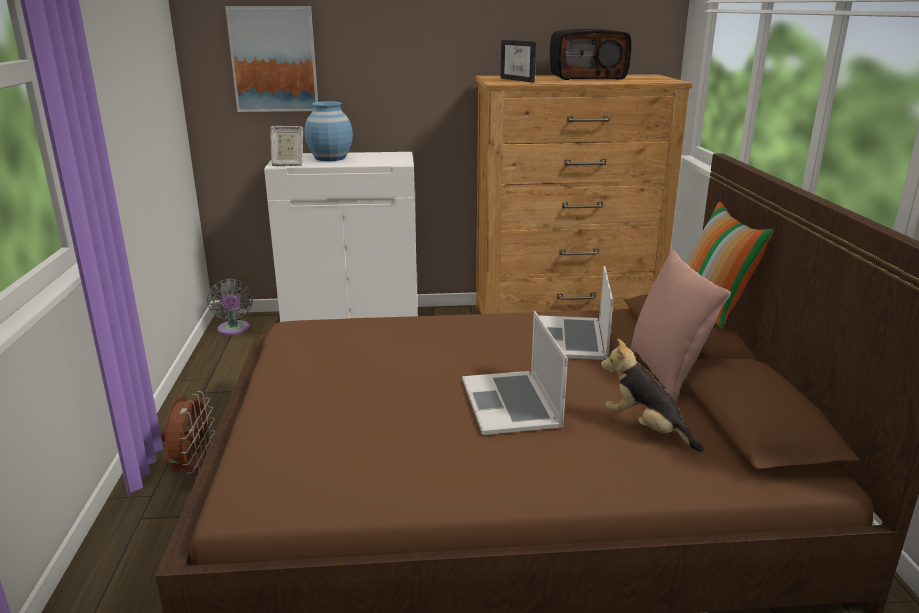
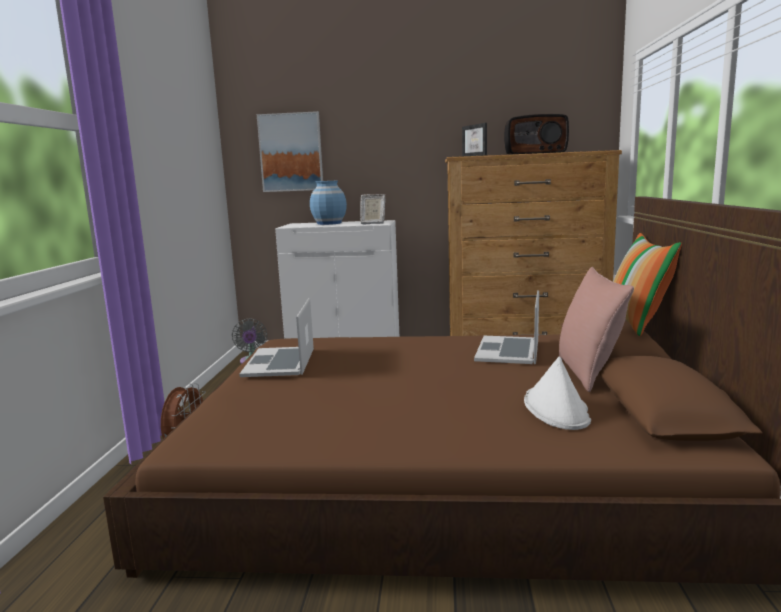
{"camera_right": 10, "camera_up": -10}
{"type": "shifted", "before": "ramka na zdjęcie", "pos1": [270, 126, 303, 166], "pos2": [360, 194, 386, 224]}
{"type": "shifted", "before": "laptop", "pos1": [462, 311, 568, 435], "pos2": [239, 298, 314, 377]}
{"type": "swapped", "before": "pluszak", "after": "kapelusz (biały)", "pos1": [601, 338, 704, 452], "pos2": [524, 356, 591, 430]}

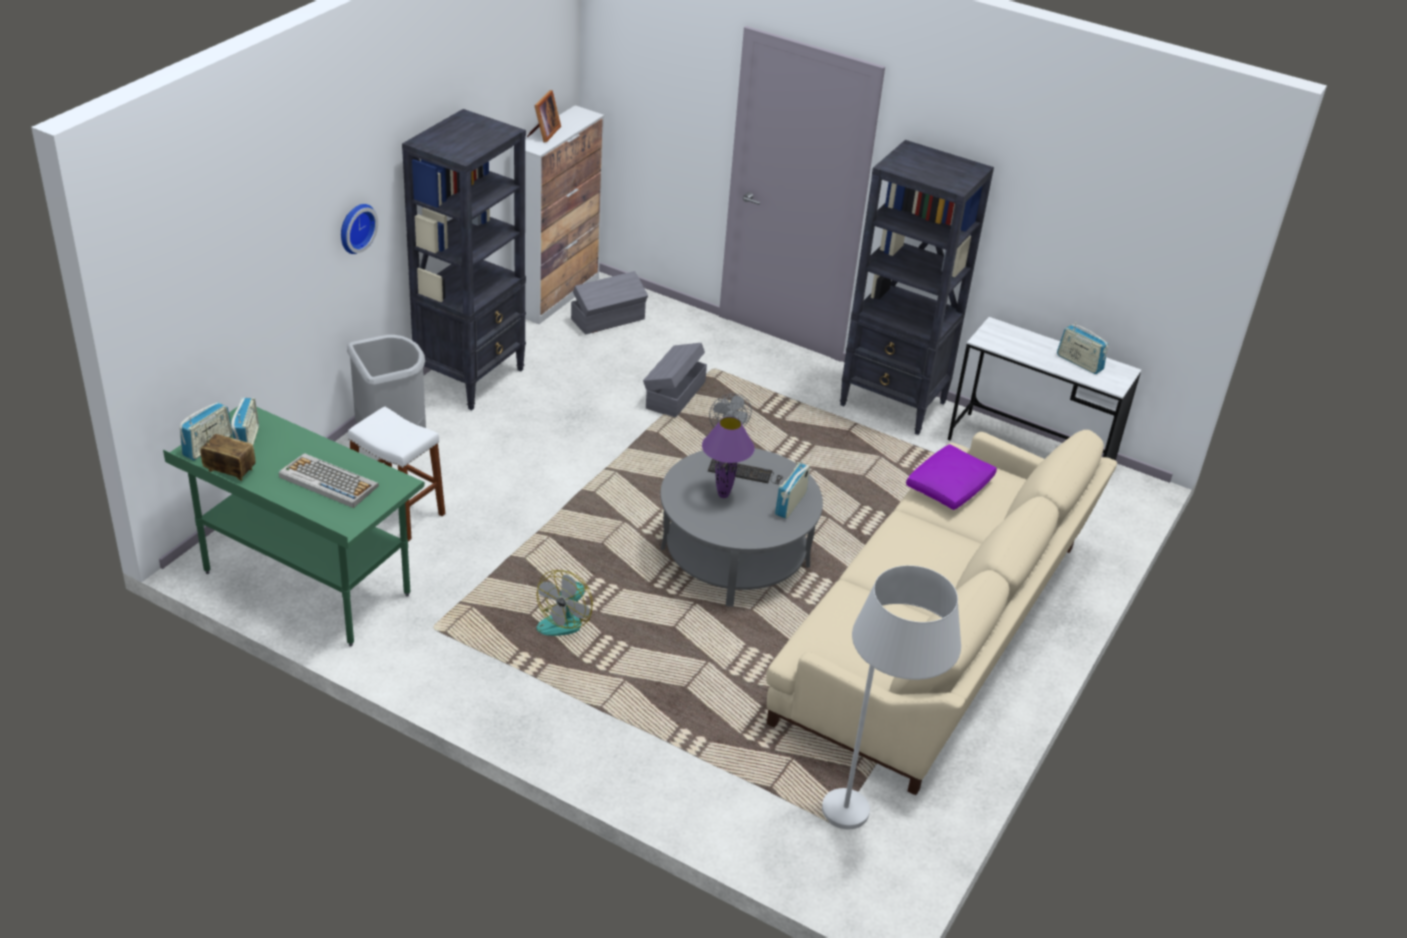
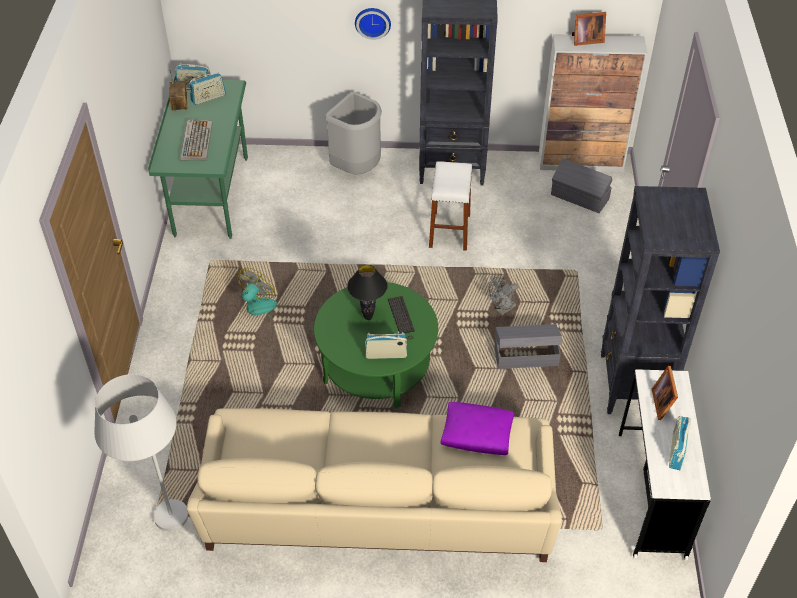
{"camera_right": 65, "camera_up": 10}
{"type": "shifted", "before": "stołek (biały)", "pos1": [348, 406, 445, 541], "pos2": [429, 161, 472, 251]}
{"type": "rotated", "before": "wentylator", "pos1": [537, 570, 593, 636], "pos2": [237, 268, 277, 323], "turn": 120}
{"type": "shifted", "before": "pojemnik do przechowywania (szary)", "pos1": [643, 343, 707, 417], "pos2": [495, 324, 562, 369]}
{"type": "repainted", "before": "ława (szary)", "after": "ława (zielony)", "pos1": [660, 448, 823, 607], "pos2": [314, 282, 438, 408]}
{"type": "repainted", "before": "lampa stołowa (fioletowy)", "after": "lampa stołowa (czarny)", "pos1": [702, 417, 755, 498], "pos2": [347, 265, 388, 320]}
{"type": "new", "after": "ramka na zdjęcie", "pos2": [652, 366, 678, 420]}

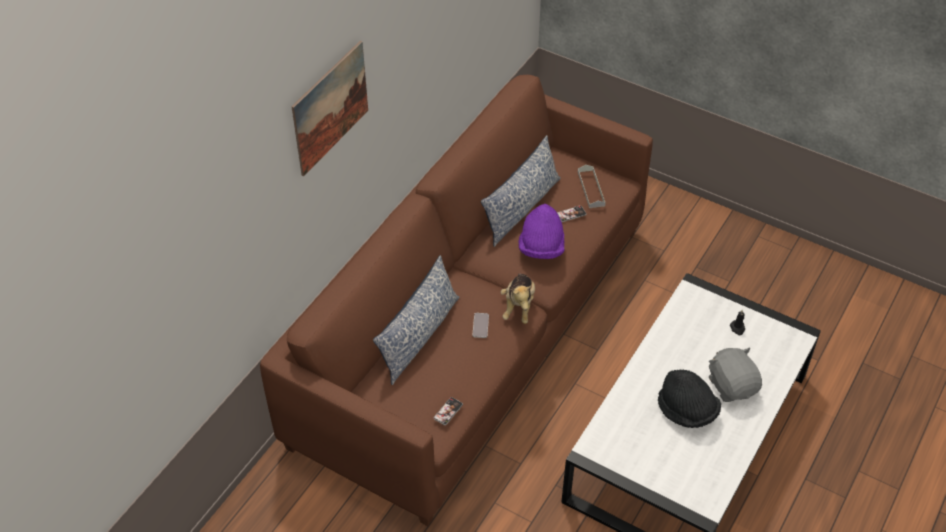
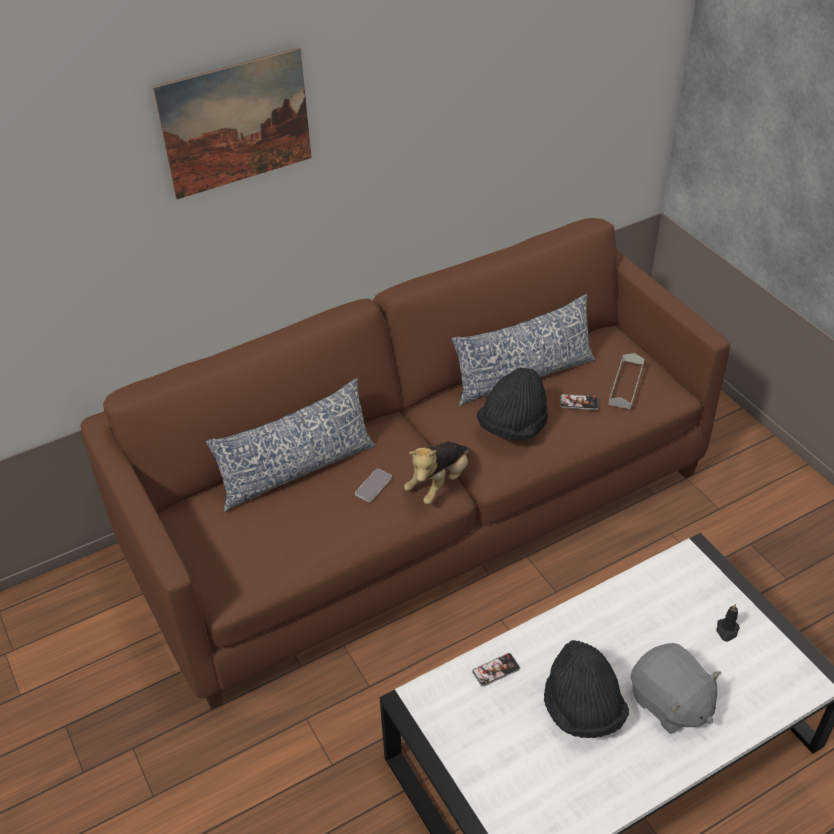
{"camera_right": 30, "camera_up": -5}
{"type": "shifted", "before": "telefon", "pos1": [434, 397, 463, 425], "pos2": [472, 653, 520, 687]}
{"type": "repainted", "before": "kapelusz (fioletowy)", "after": "kapelusz (czarny)", "pos1": [518, 204, 565, 259], "pos2": [477, 368, 548, 441]}
{"type": "rotated", "before": "pluszak (szary)", "pos1": [709, 347, 762, 402], "pos2": [630, 643, 721, 734], "turn": 135}

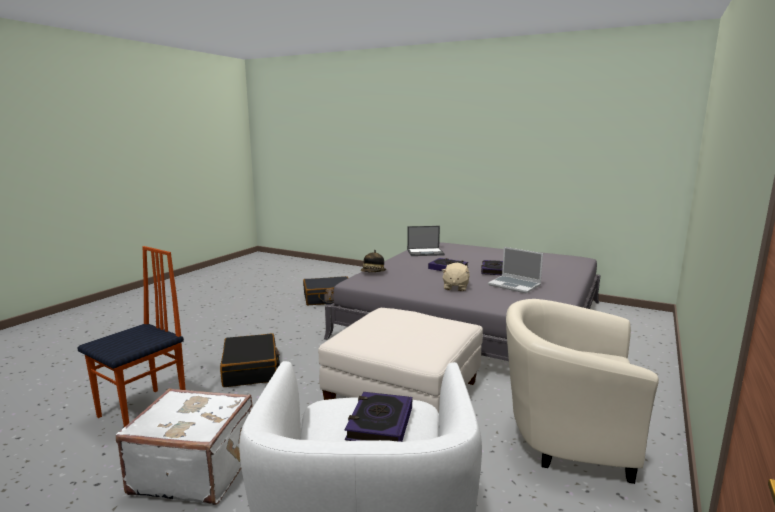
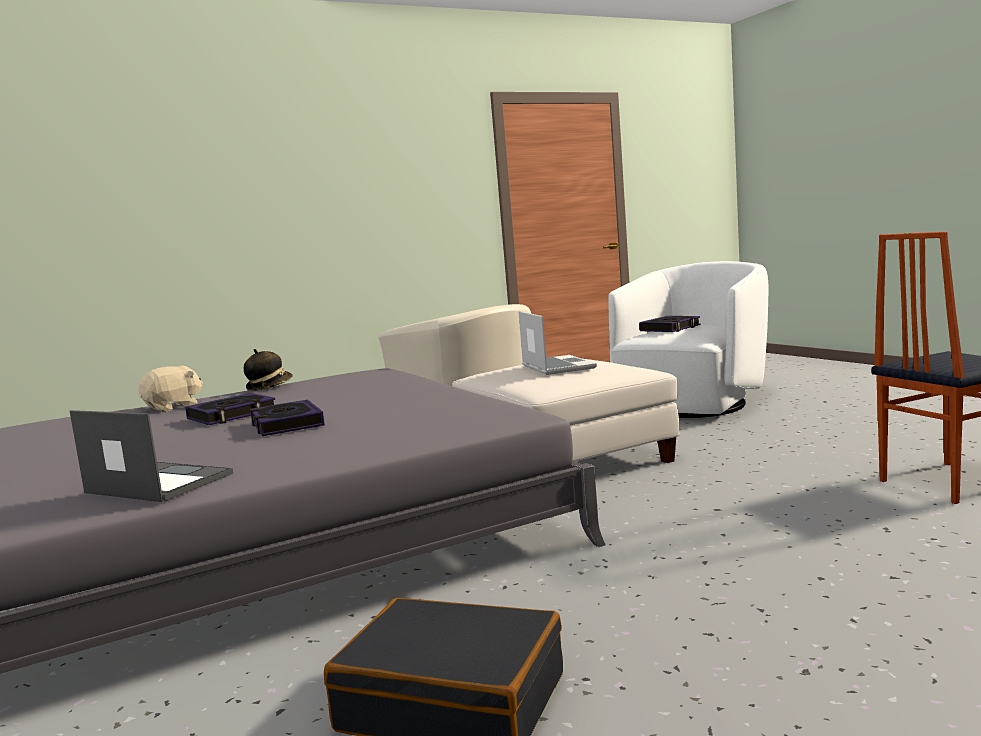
{"camera_right": -145, "camera_up": -5}
{"type": "gone", "before": "walizka (biały)", "pos1": [116, 388, 252, 505]}
{"type": "gone", "before": "walizka (czarny)", "pos1": [220, 333, 280, 387]}
{"type": "shifted", "before": "kapelusz", "pos1": [361, 250, 386, 272], "pos2": [244, 349, 293, 391]}
{"type": "shifted", "before": "pluszak (beżowy)", "pos1": [441, 263, 470, 291], "pos2": [138, 365, 203, 412]}
{"type": "shifted", "before": "laptop", "pos1": [488, 247, 543, 293], "pos2": [519, 311, 597, 375]}

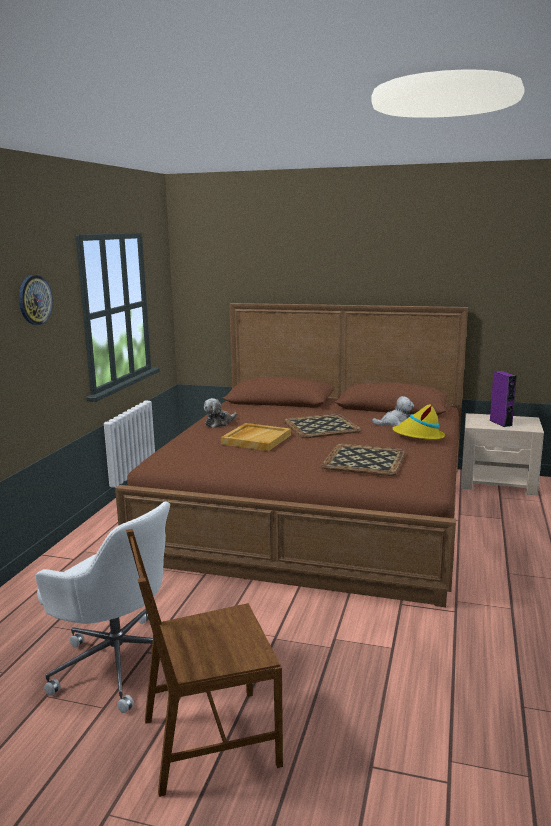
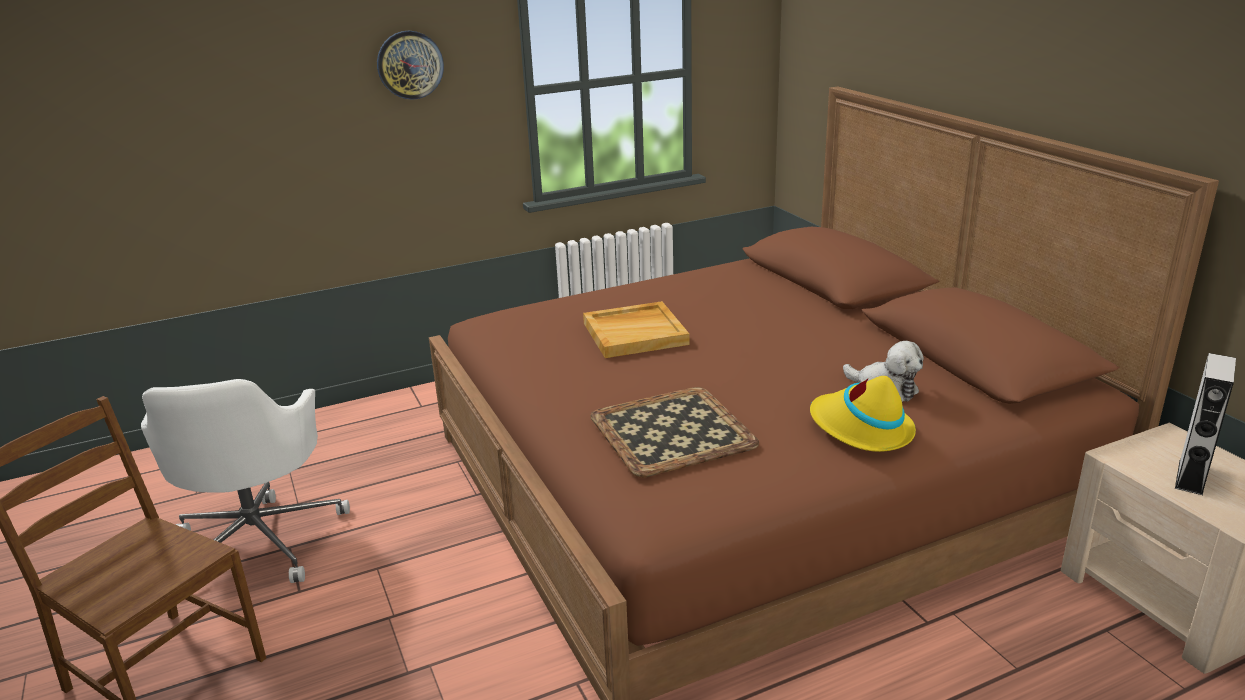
{"camera_right": 50, "camera_up": 10}
{"type": "gone", "before": "pluszak", "pos1": [204, 398, 237, 428]}
{"type": "gone", "before": "taca", "pos1": [283, 414, 361, 438]}
{"type": "repainted", "before": "głośnik (fioletowy)", "after": "głośnik (szary)", "pos1": [489, 371, 517, 427], "pos2": [1175, 353, 1236, 495]}

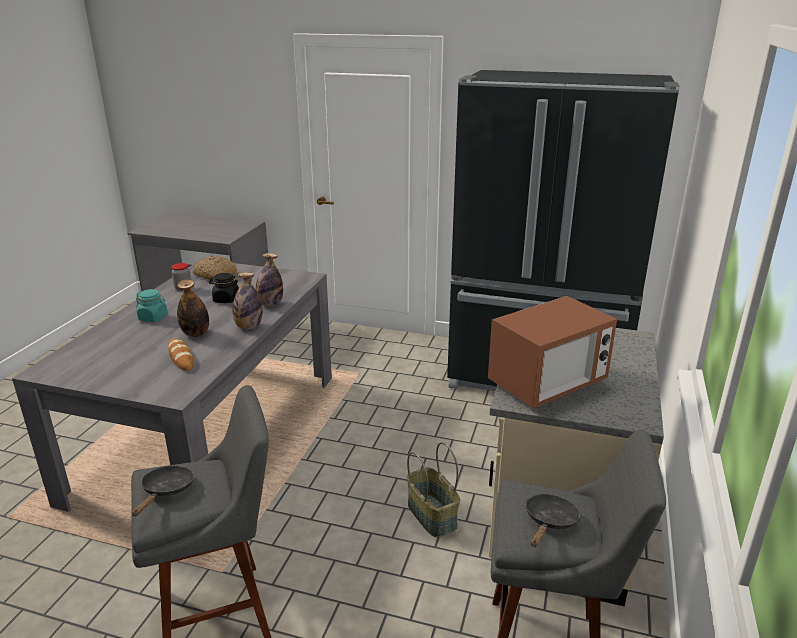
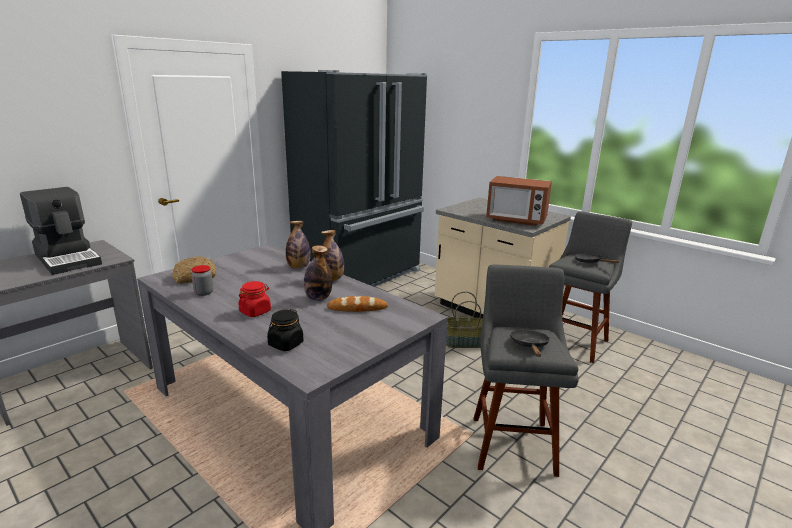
{"camera_right": -65, "camera_up": -5}
{"type": "rotated", "before": "patelnia (czarny)", "pos1": [132, 466, 194, 516], "pos2": [510, 330, 550, 357], "turn": 60}
{"type": "repainted", "before": "słoik (turkusowy)", "after": "słoik (czerwony)", "pos1": [136, 289, 168, 322], "pos2": [238, 281, 271, 317]}
{"type": "shifted", "before": "słoik (czarny)", "pos1": [209, 273, 239, 303], "pos2": [267, 309, 303, 351]}
{"type": "rotated", "before": "mikrofalówka", "pos1": [488, 296, 617, 408], "pos2": [486, 176, 552, 226], "turn": 120}
{"type": "new", "after": "ekspres do kawy", "pos2": [20, 187, 102, 275]}

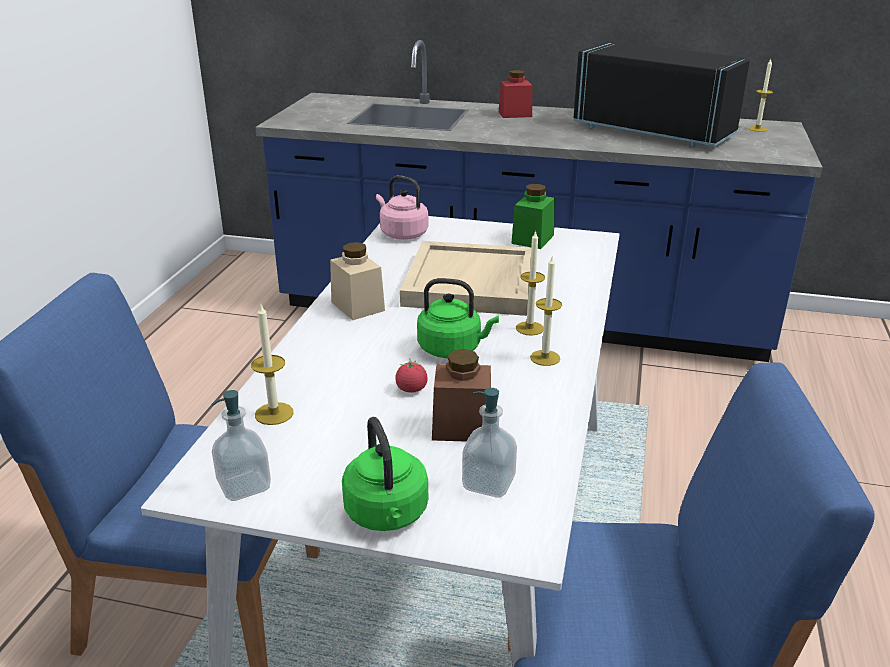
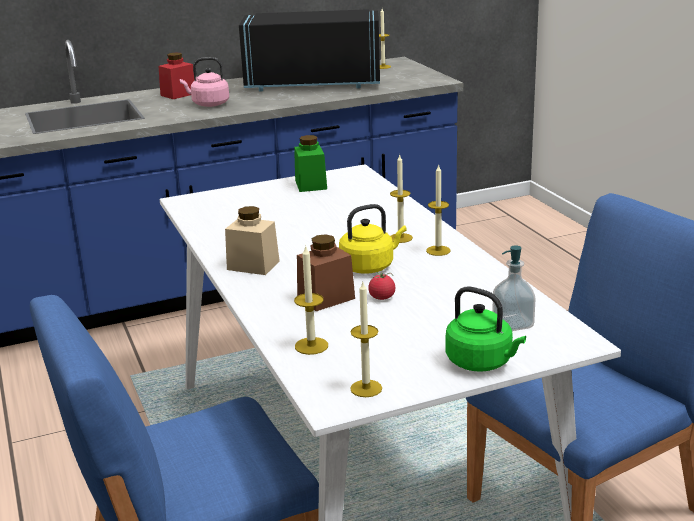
{"camera_right": -35, "camera_up": -5}
{"type": "swapped", "before": "dozownik mydła", "after": "świeca", "pos1": [212, 390, 271, 501], "pos2": [350, 282, 382, 397]}
{"type": "shifted", "before": "czajnik (różowy)", "pos1": [376, 175, 429, 240], "pos2": [180, 57, 229, 107]}
{"type": "gone", "before": "taca (beżowy)", "pos1": [400, 241, 531, 316]}
{"type": "repainted", "before": "czajnik (zielony)", "after": "czajnik (żółty)", "pos1": [417, 278, 499, 358], "pos2": [339, 204, 406, 274]}
{"type": "shifted", "before": "słoik (brązowy)", "pos1": [432, 349, 491, 442], "pos2": [297, 234, 355, 311]}

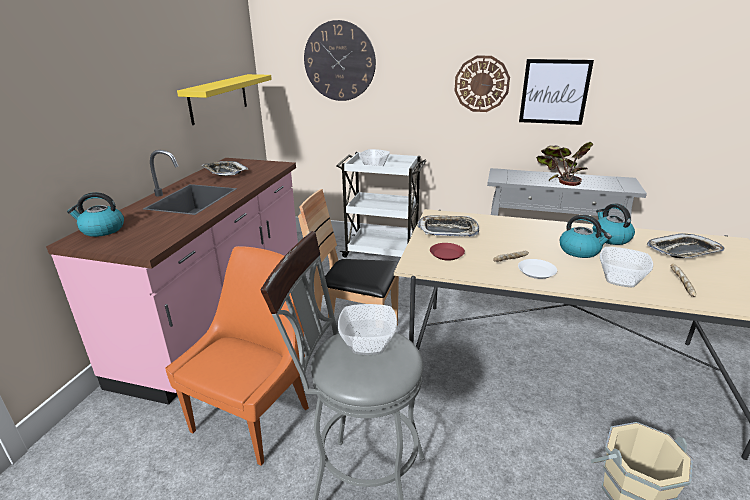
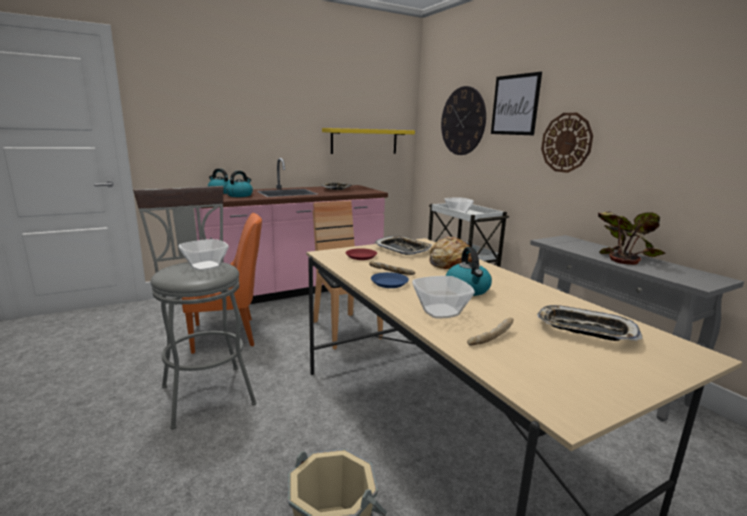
{"camera_right": 45, "camera_up": -10}
{"type": "repainted", "before": "talerz (biały)", "after": "talerz (niebieski)", "pos1": [518, 259, 557, 279], "pos2": [371, 272, 409, 288]}
{"type": "shifted", "before": "obraz", "pos1": [519, 59, 594, 125], "pos2": [491, 72, 542, 135]}
{"type": "shifted", "before": "czajnik", "pos1": [592, 203, 635, 245], "pos2": [226, 171, 253, 197]}
{"type": "new", "after": "chleb", "pos2": [429, 236, 472, 269]}

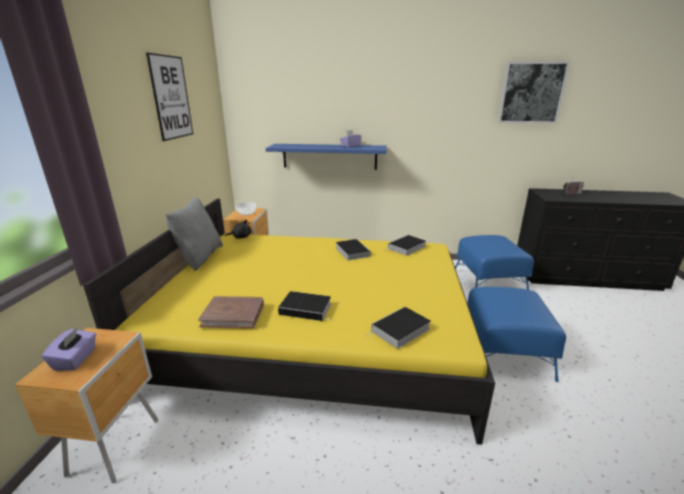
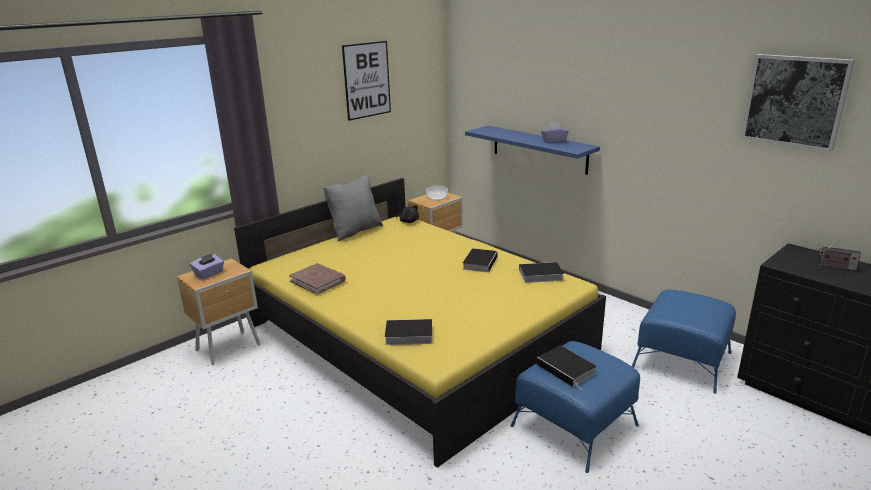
{"camera_right": 40, "camera_up": 0}
{"type": "shifted", "before": "książka", "pos1": [278, 291, 331, 321], "pos2": [537, 345, 597, 391]}

